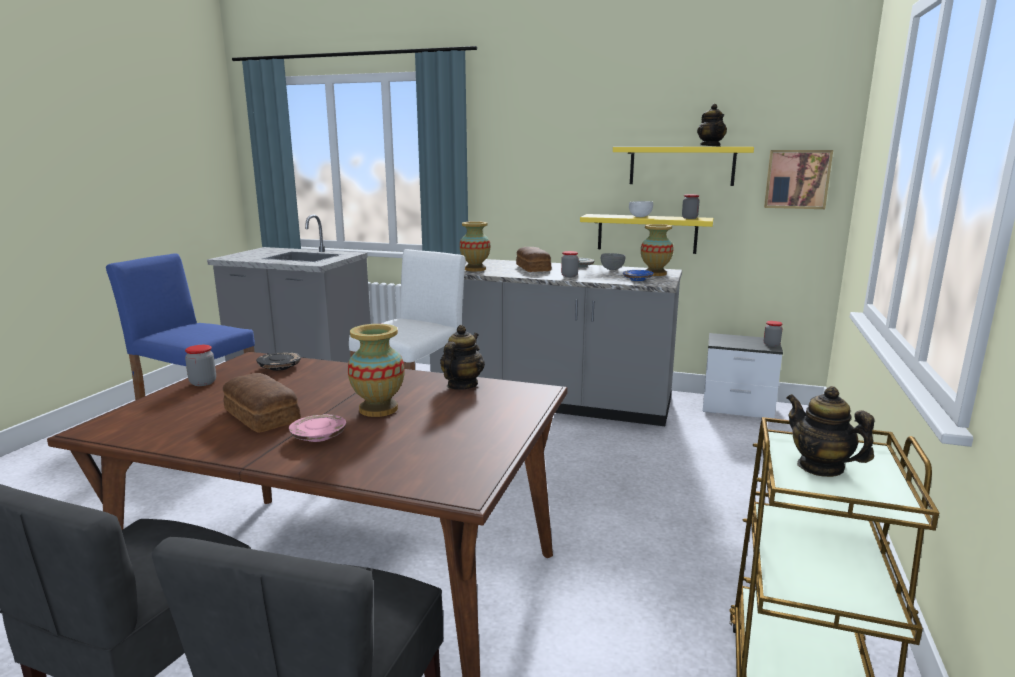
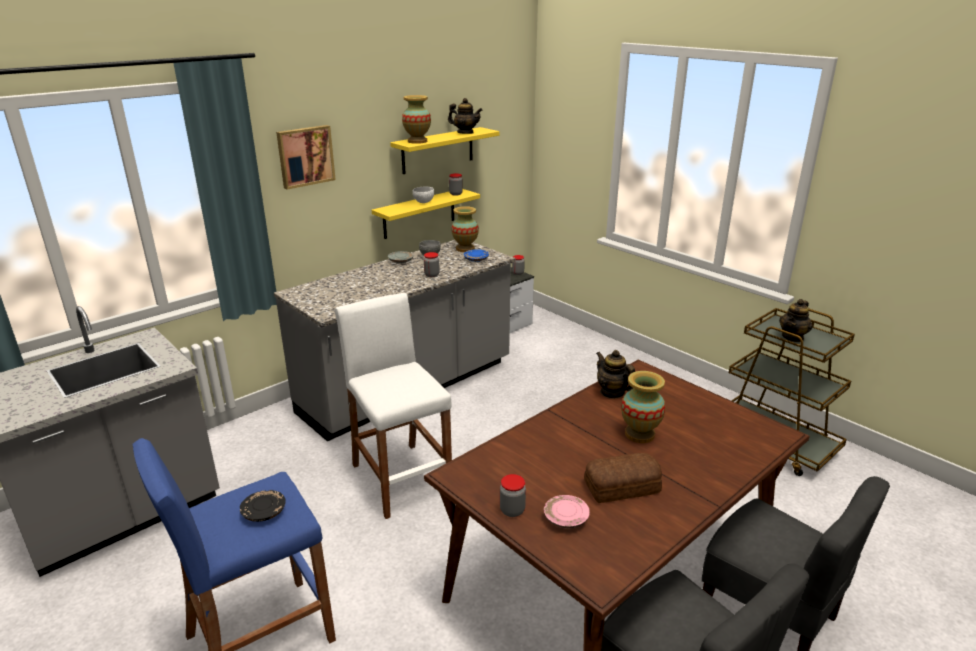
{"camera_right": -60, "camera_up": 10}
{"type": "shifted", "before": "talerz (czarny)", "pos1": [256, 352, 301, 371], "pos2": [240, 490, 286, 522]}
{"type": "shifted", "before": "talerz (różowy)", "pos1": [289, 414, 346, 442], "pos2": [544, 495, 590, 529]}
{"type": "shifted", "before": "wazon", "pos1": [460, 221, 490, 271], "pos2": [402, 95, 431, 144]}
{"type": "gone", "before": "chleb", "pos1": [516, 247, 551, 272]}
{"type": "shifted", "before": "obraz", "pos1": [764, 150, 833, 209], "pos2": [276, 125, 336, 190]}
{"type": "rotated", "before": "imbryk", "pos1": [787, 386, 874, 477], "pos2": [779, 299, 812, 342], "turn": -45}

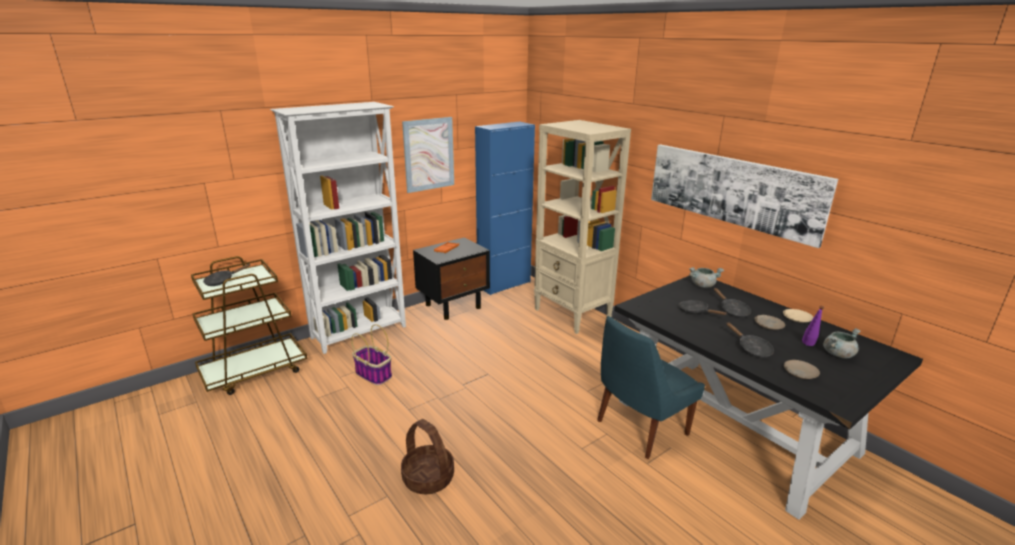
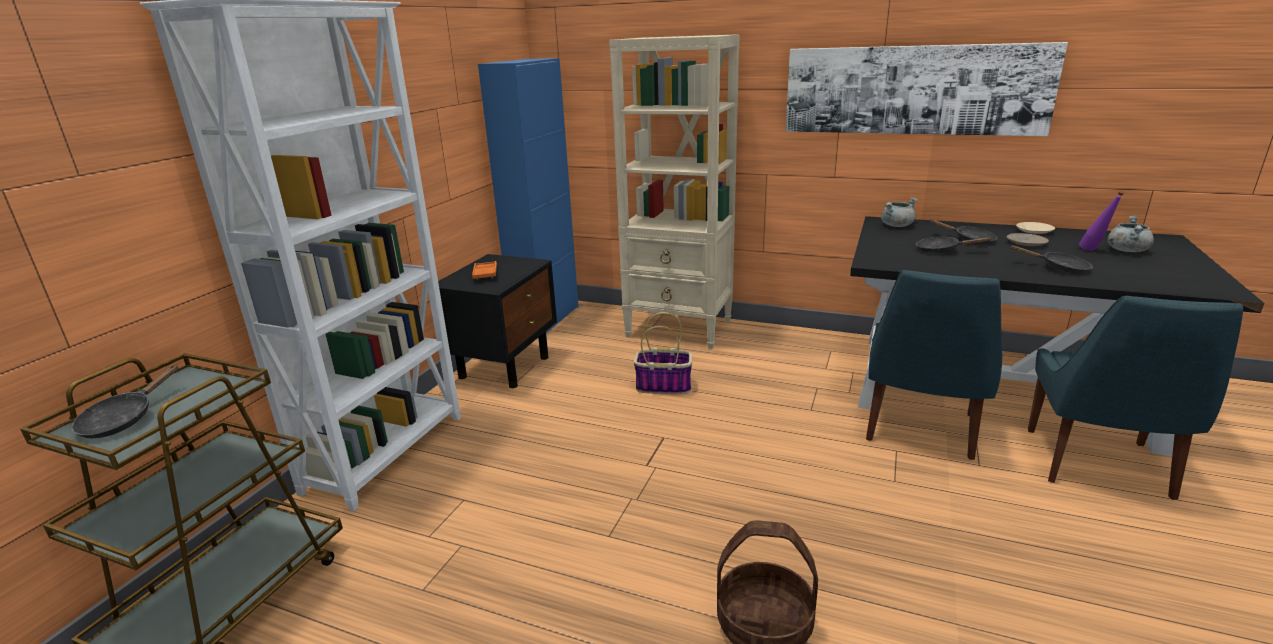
{"camera_right": -30, "camera_up": 0}
{"type": "shifted", "before": "koszyk", "pos1": [351, 324, 392, 386], "pos2": [634, 312, 692, 394]}
{"type": "gone", "before": "obraz", "pos1": [402, 117, 454, 193]}
{"type": "gone", "before": "talerz (beżowy)", "pos1": [784, 360, 820, 379]}
{"type": "new", "after": "krzesło (niebieski)", "pos2": [1028, 296, 1243, 500]}

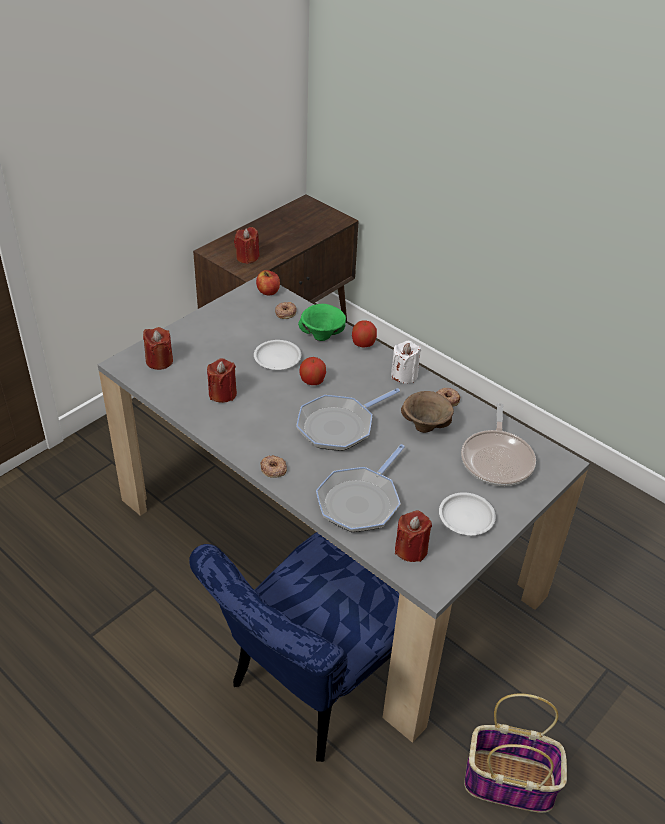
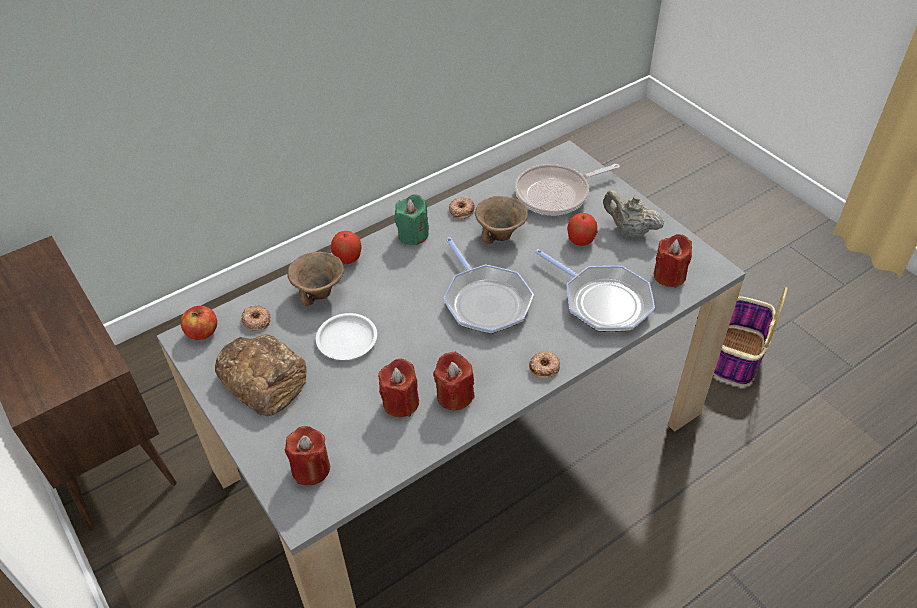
{"camera_right": -75, "camera_up": 5}
{"type": "gone", "before": "krzesło (niebieski)", "pos1": [189, 532, 400, 762]}
{"type": "shifted", "before": "świeca (czerwony)", "pos1": [234, 227, 260, 264], "pos2": [433, 352, 474, 411]}
{"type": "repainted", "before": "miska (zielony)", "after": "miska (brązowy)", "pos1": [298, 304, 346, 341], "pos2": [287, 252, 344, 306]}
{"type": "shifted", "before": "jabłko", "pos1": [299, 357, 326, 385], "pos2": [567, 213, 597, 246]}
{"type": "repainted", "before": "świeca (biały)", "after": "świeca (zielony)", "pos1": [391, 341, 421, 383], "pos2": [394, 194, 429, 245]}
{"type": "swapped", "before": "talerz (biały)", "after": "imbryk (beżowy)", "pos1": [439, 492, 496, 535], "pos2": [603, 190, 664, 238]}
{"type": "rotated", "before": "patelnia", "pos1": [461, 403, 536, 486], "pos2": [515, 164, 620, 215], "turn": 135}
{"type": "new", "after": "chleb", "pos2": [215, 334, 307, 417]}

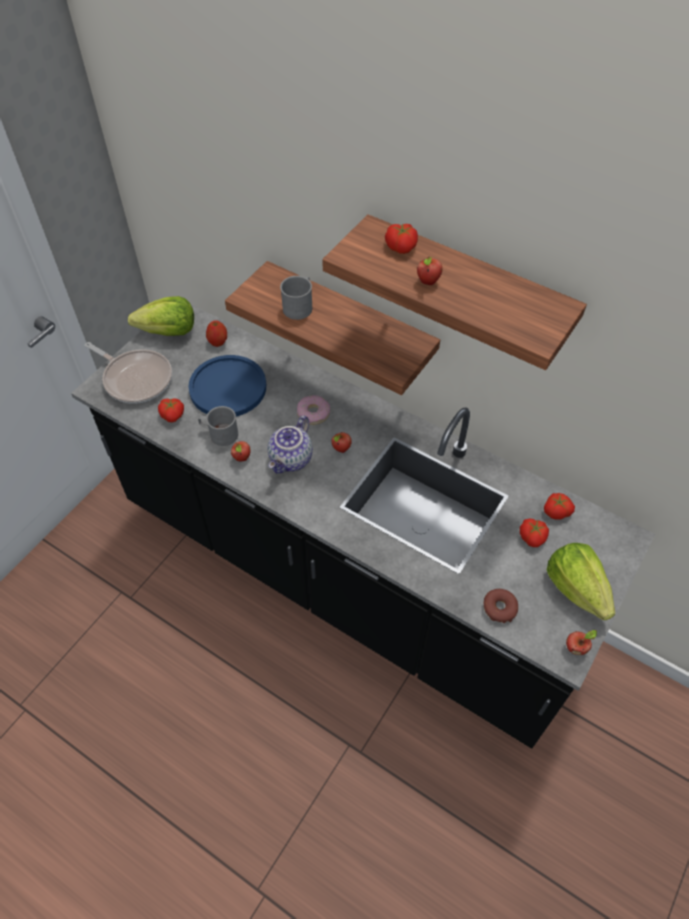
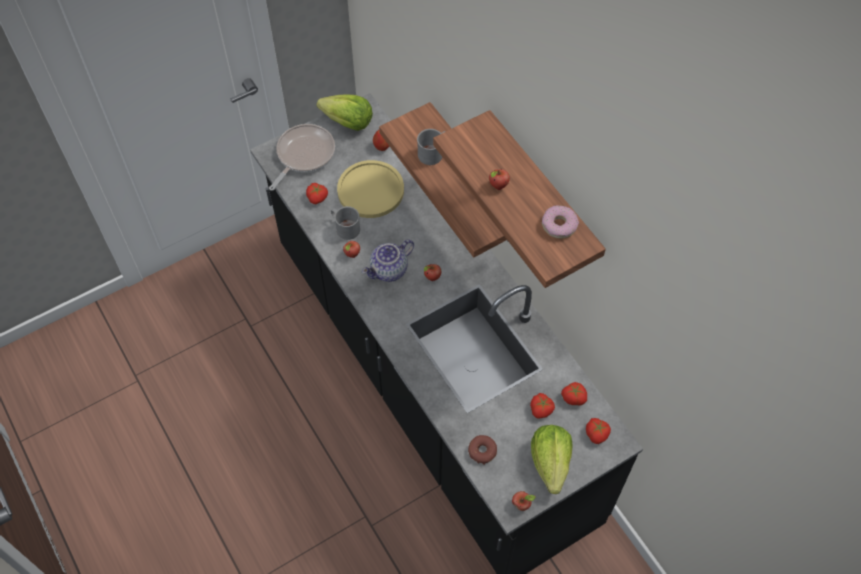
{"camera_right": 25, "camera_up": 5}
{"type": "rotated", "before": "patelnia", "pos1": [84, 342, 172, 404], "pos2": [269, 124, 335, 191], "turn": -120}
{"type": "repainted", "before": "talerz (niebieski)", "after": "talerz (żółty)", "pos1": [188, 355, 266, 416], "pos2": [337, 160, 404, 218]}
{"type": "shifted", "before": "donut", "pos1": [297, 395, 330, 425], "pos2": [542, 205, 579, 239]}
{"type": "shifted", "before": "pomidor", "pos1": [385, 224, 418, 254], "pos2": [586, 418, 611, 444]}

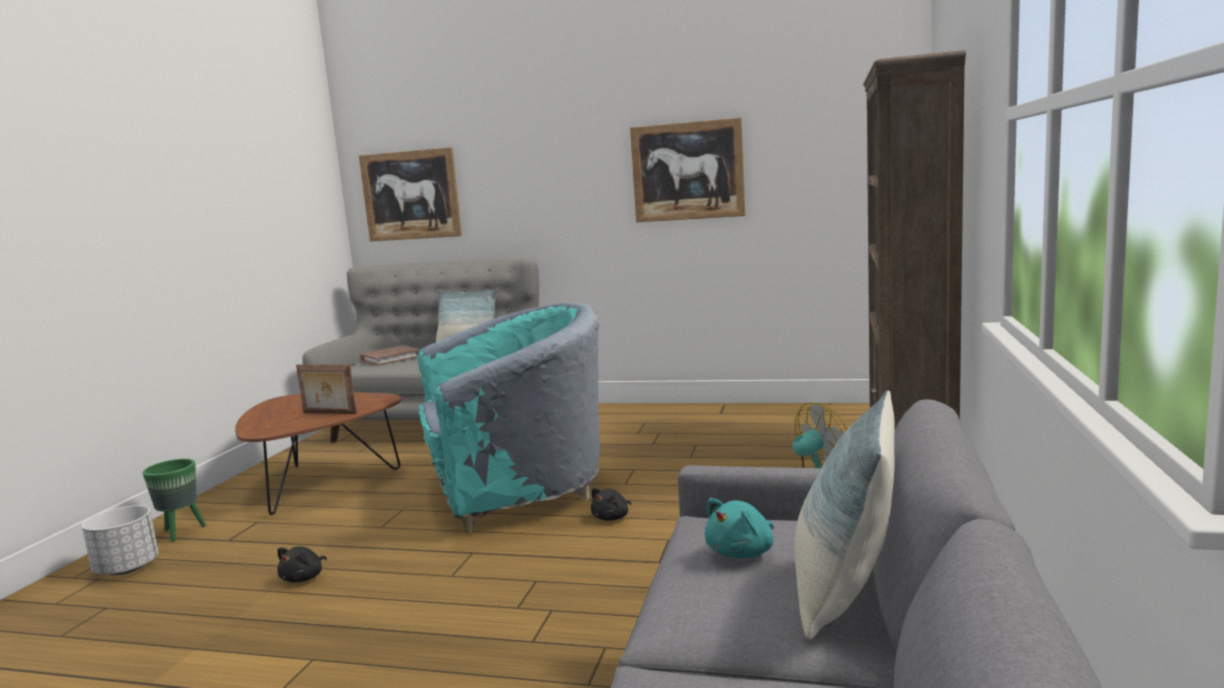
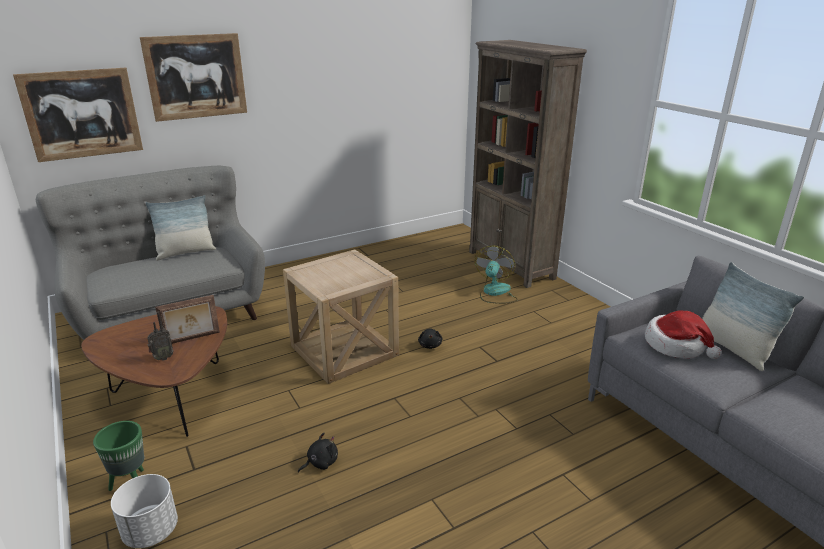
{"camera_right": -45, "camera_up": 15}
{"type": "rotated", "before": "pluszak (czarny)", "pos1": [277, 546, 327, 582], "pos2": [298, 433, 338, 473], "turn": -105}
{"type": "gone", "before": "książka (brązowy)", "pos1": [360, 345, 420, 366]}
{"type": "swapped", "before": "fotel (turkusowy)", "after": "stolik (beżowy)", "pos1": [418, 302, 600, 534], "pos2": [283, 249, 399, 384]}
{"type": "shifted", "before": "obraz", "pos1": [630, 118, 745, 222], "pos2": [140, 33, 247, 122]}
{"type": "swapped", "before": "pluszak (turkusowy)", "after": "kapelusz", "pos1": [705, 498, 774, 558], "pos2": [645, 310, 722, 359]}
{"type": "new", "after": "radio", "pos2": [147, 312, 174, 361]}

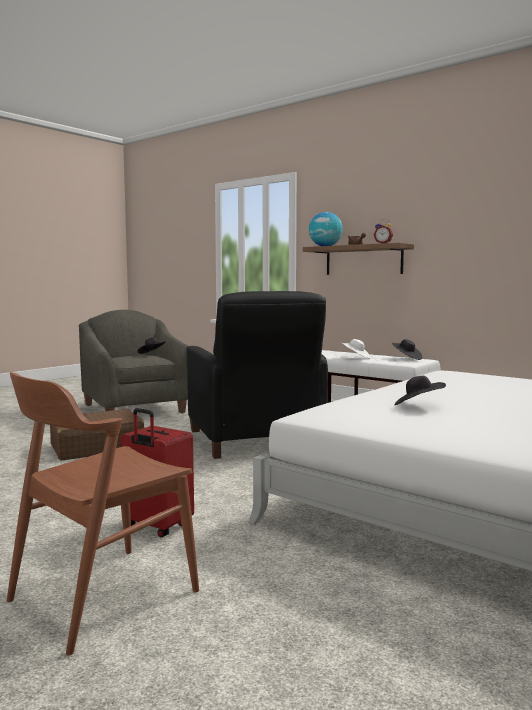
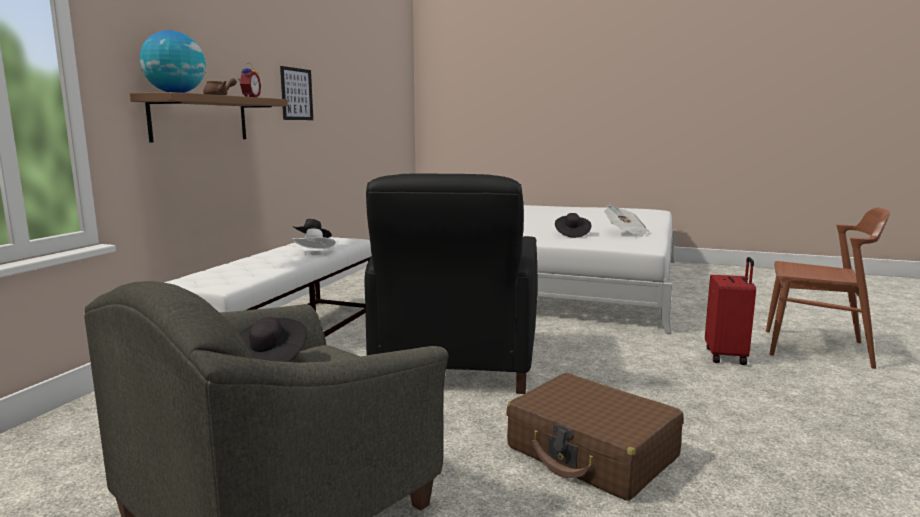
{"camera_right": -110, "camera_up": 5}
{"type": "rotated", "before": "fotel (czarny)", "pos1": [186, 291, 328, 459], "pos2": [365, 173, 538, 394], "turn": 135}
{"type": "new", "after": "obraz", "pos2": [280, 66, 313, 120]}
{"type": "new", "after": "gazeta", "pos2": [604, 205, 649, 237]}

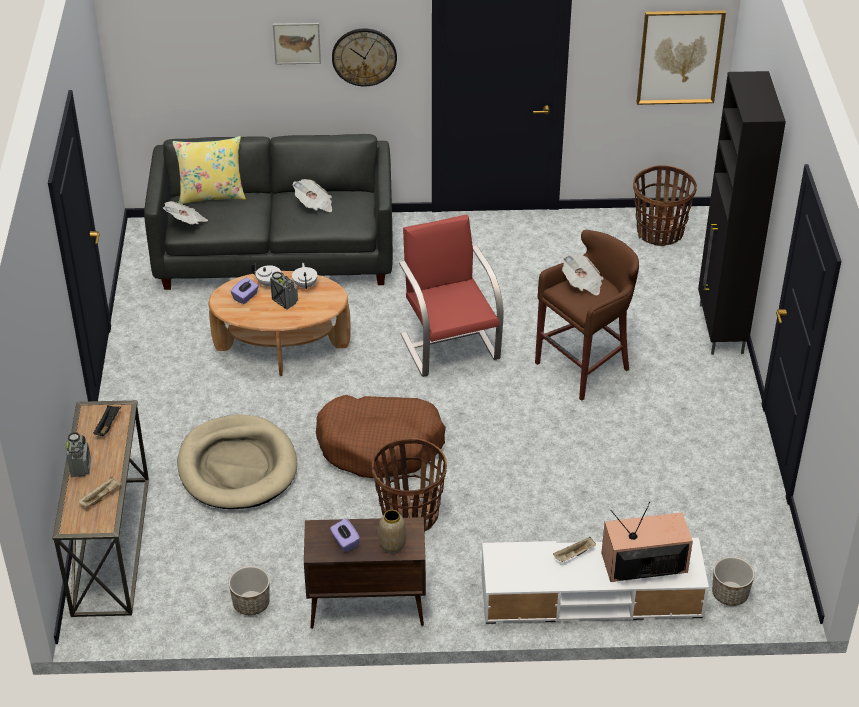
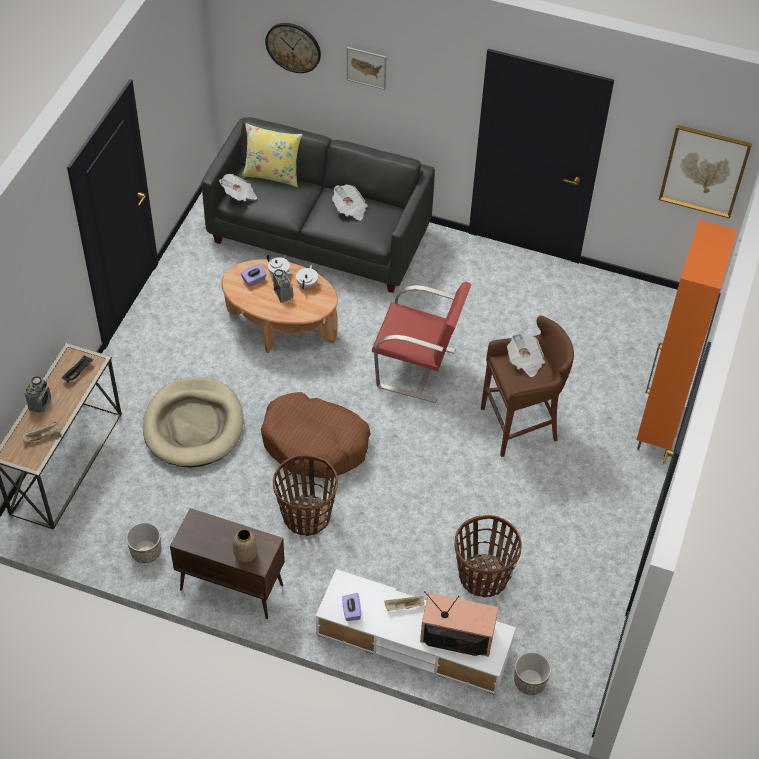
{"camera_right": 20, "camera_up": 10}
{"type": "shifted", "before": "pudełko chusteczek (fioletowy)", "pos1": [330, 518, 360, 552], "pos2": [342, 593, 361, 621]}
{"type": "shifted", "before": "zegar ścienny", "pos1": [332, 28, 397, 86], "pos2": [265, 23, 321, 73]}
{"type": "rotated", "before": "fotel (czerwony)", "pos1": [399, 214, 504, 377], "pos2": [372, 282, 472, 403], "turn": 105}
{"type": "shifted", "before": "koszyk", "pos1": [633, 165, 697, 246], "pos2": [454, 515, 522, 598]}
{"type": "repainted", "before": "szafka (czarny)", "after": "szafka (pomarańczowy)", "pos1": [698, 71, 786, 355], "pos2": [637, 220, 737, 457]}

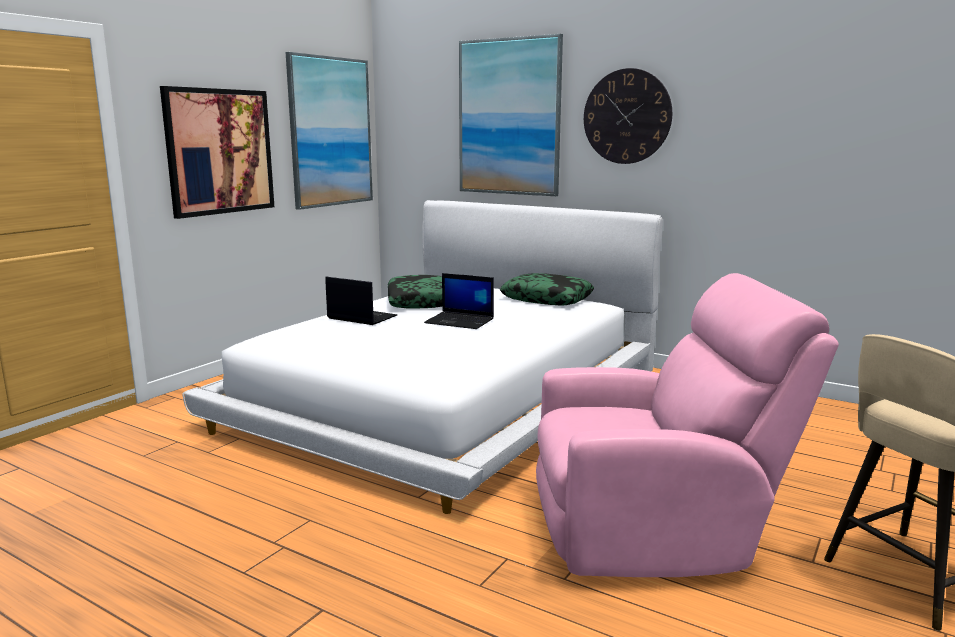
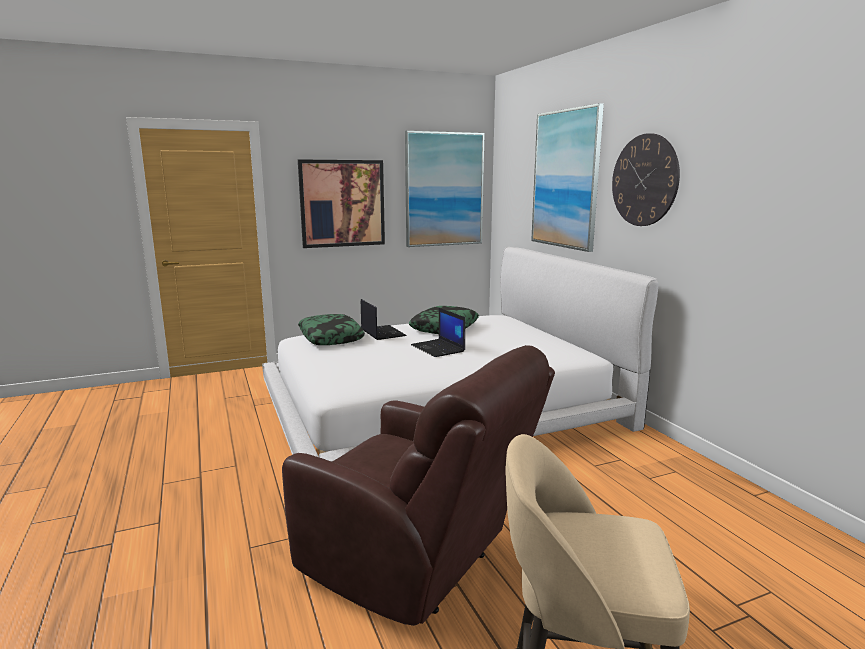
{"camera_right": 35, "camera_up": 0}
{"type": "shifted", "before": "poduszka", "pos1": [500, 273, 594, 306], "pos2": [298, 314, 365, 345]}
{"type": "repainted", "before": "fotel (różowy)", "after": "fotel (brązowy)", "pos1": [536, 273, 839, 577], "pos2": [282, 345, 555, 626]}

